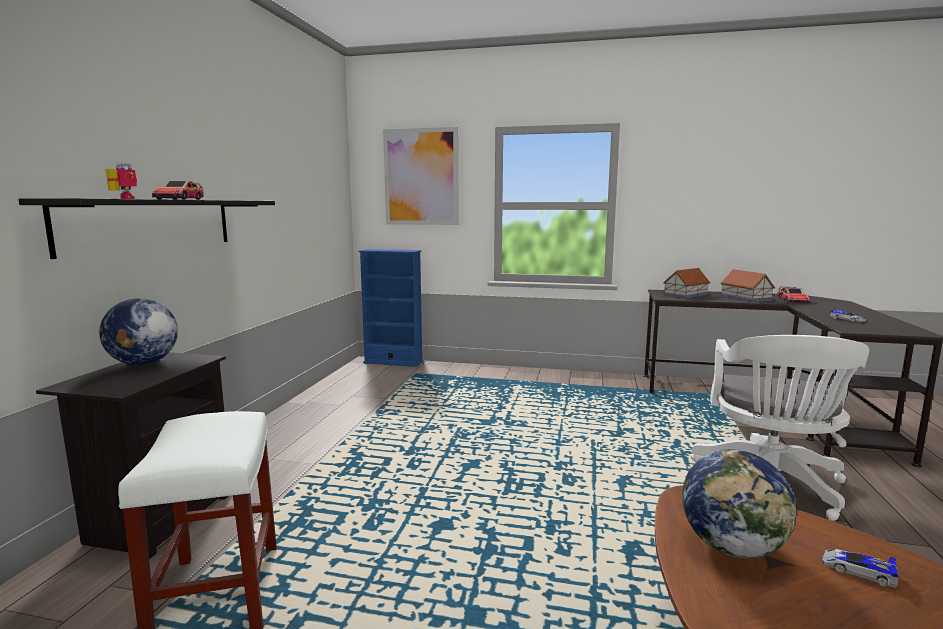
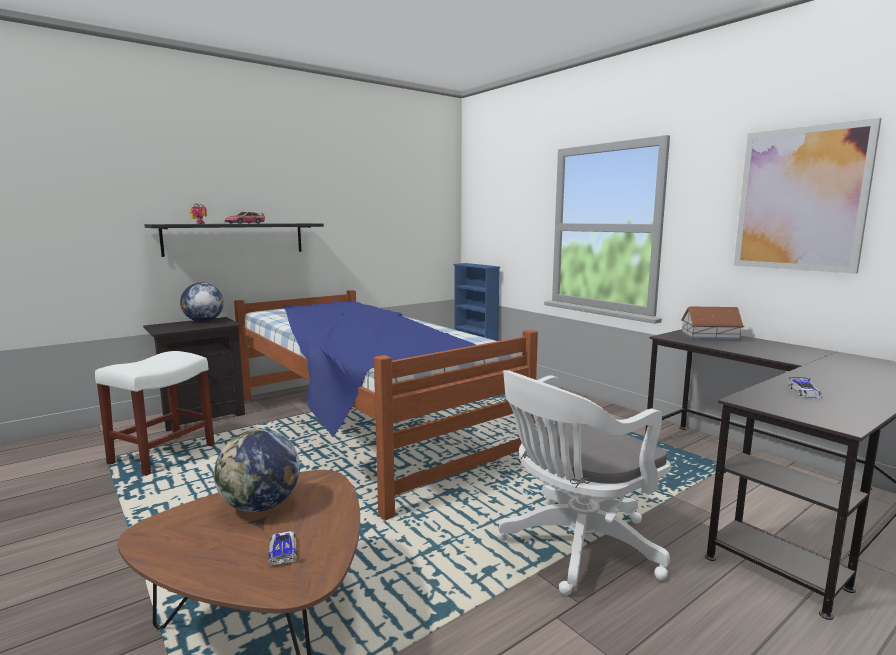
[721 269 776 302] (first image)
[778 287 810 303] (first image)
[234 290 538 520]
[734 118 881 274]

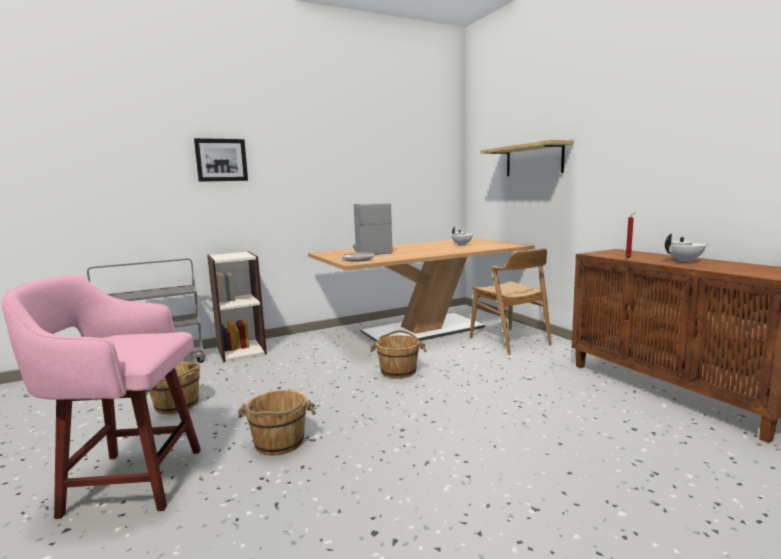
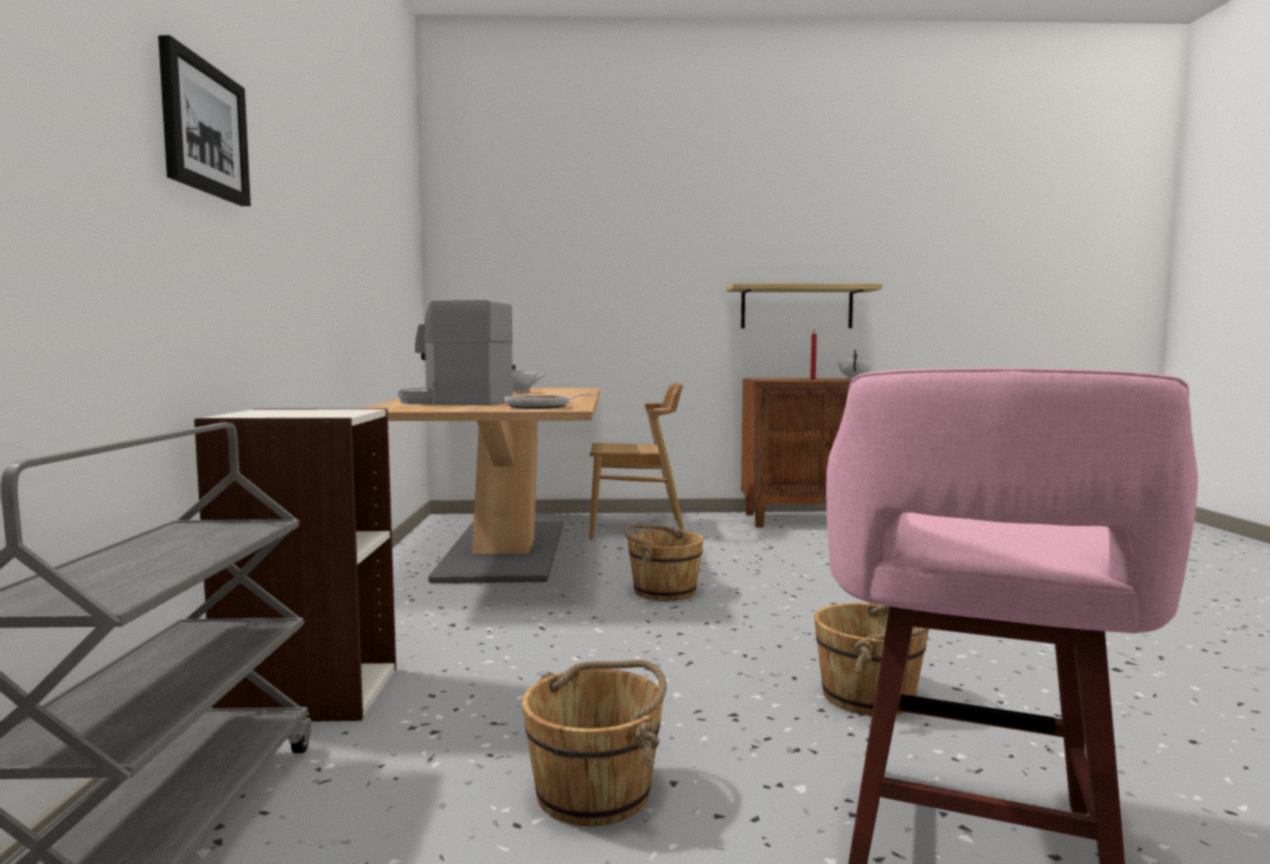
[726 283 883 328]

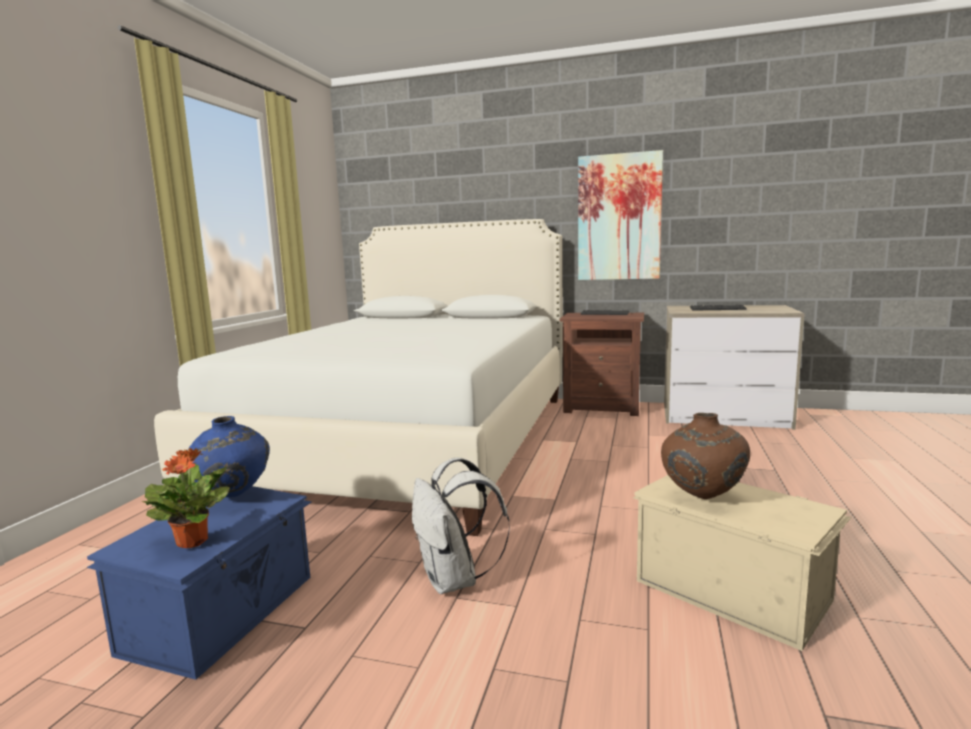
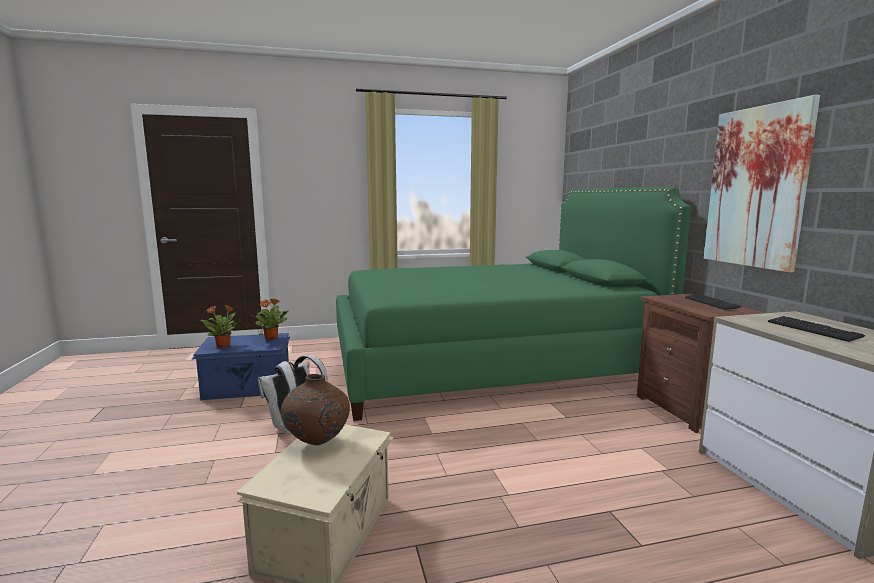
[252 298 289 340]
[336 187 691 421]

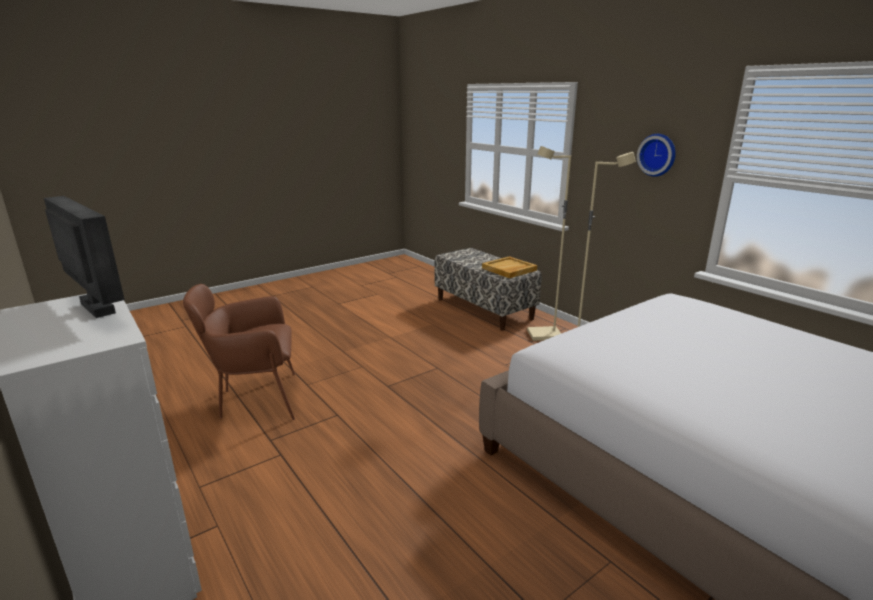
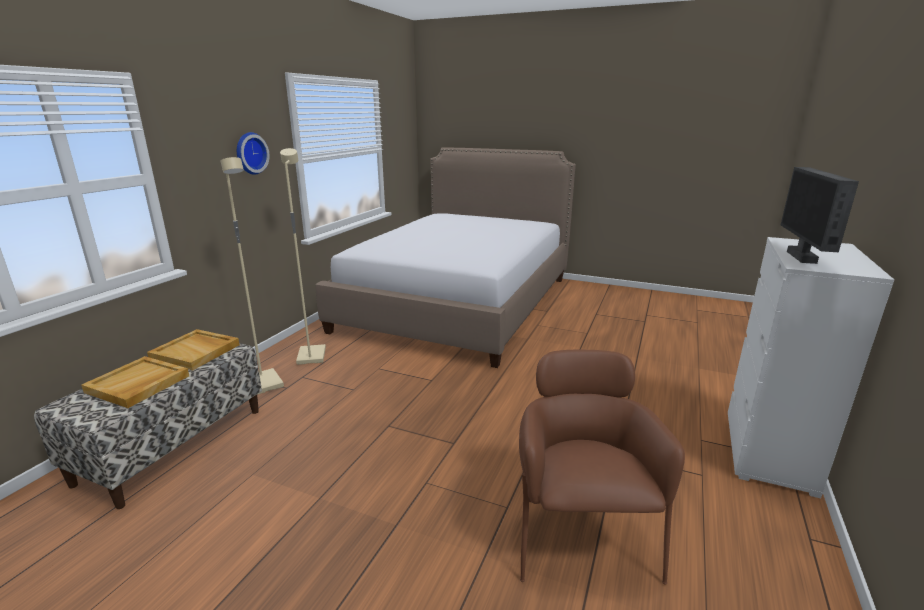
[81 356 189 408]
[519 350 685 585]

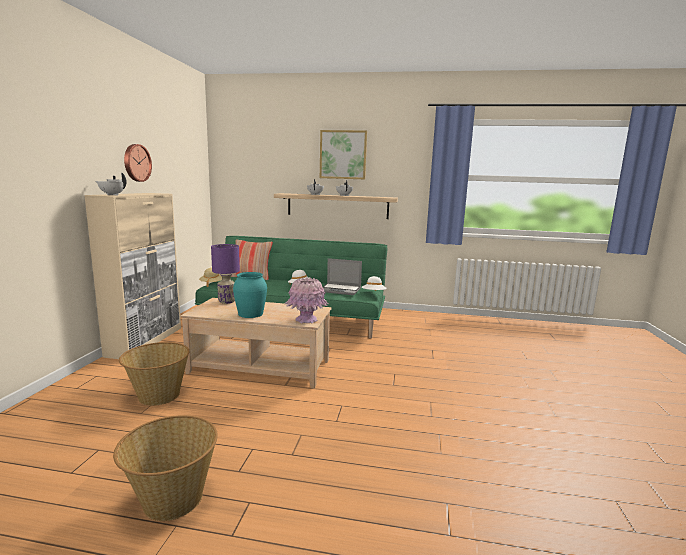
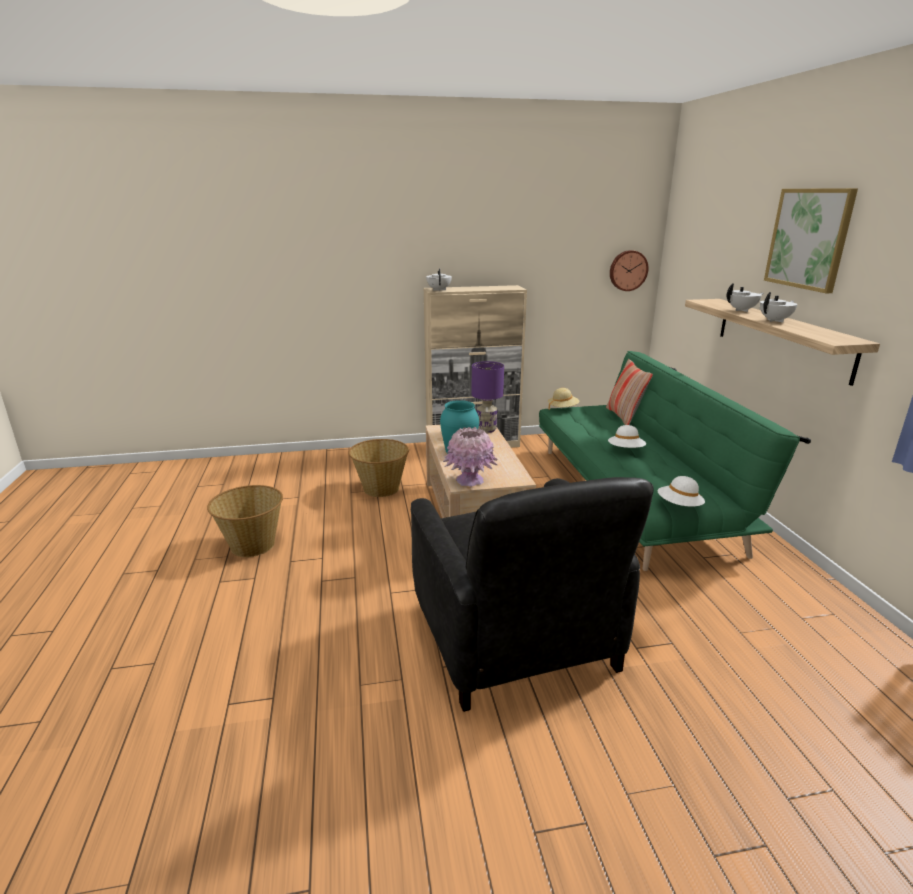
[323 258 362 295] (first image)
[411 477 654 712]
[610 250 648 291]

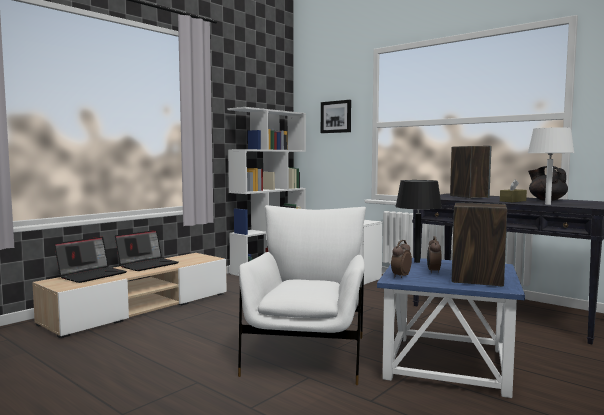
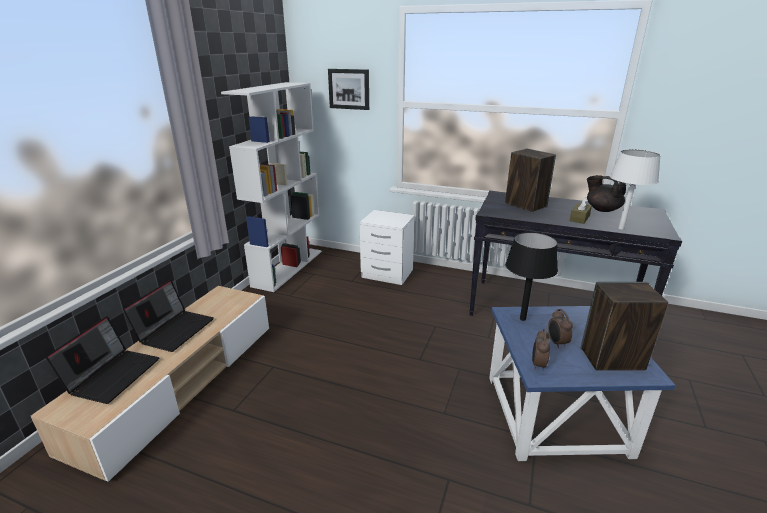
[238 205 366 385] (first image)

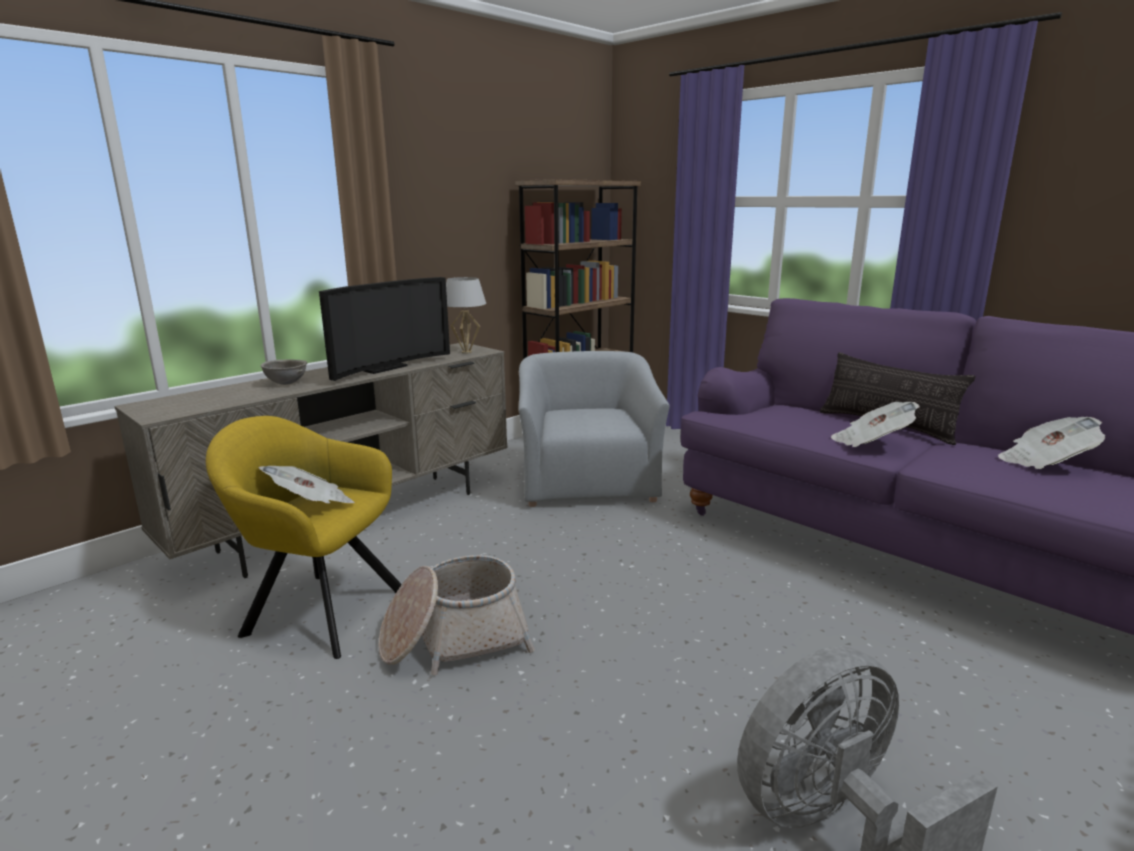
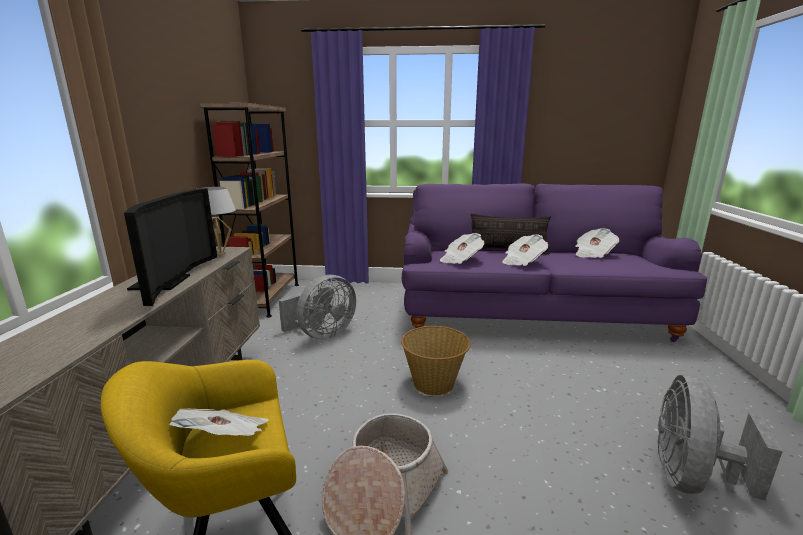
[261 359 307 385] (first image)
[401 326 471 396]
[440 233 484 264]
[279 275 356 340]

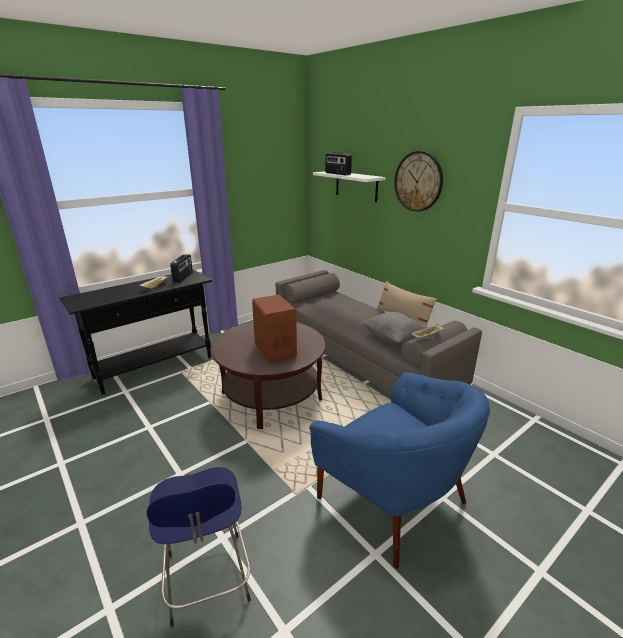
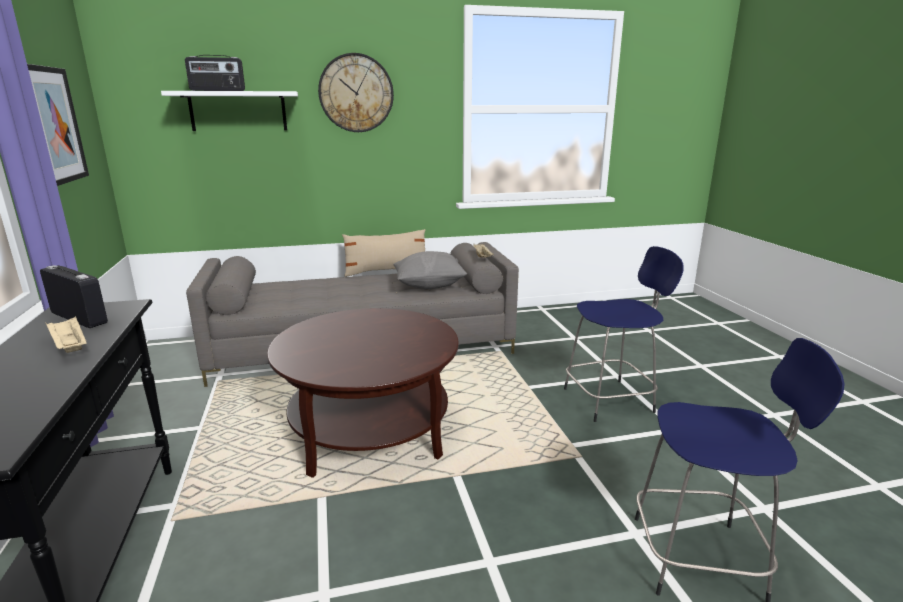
[252 295 297 363] (first image)
[27 64 89 186]
[564 246 684 422]

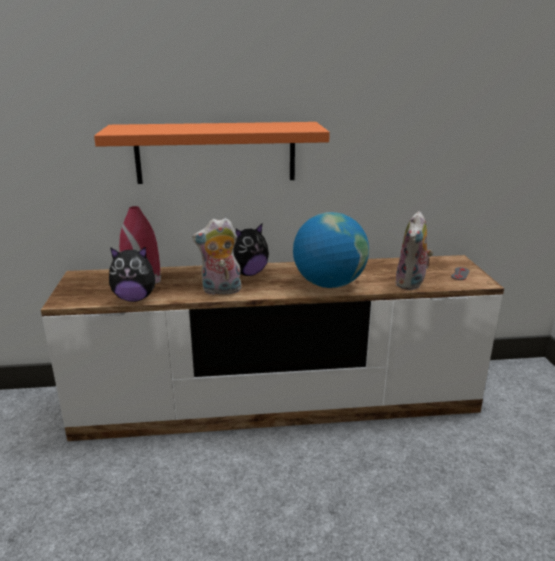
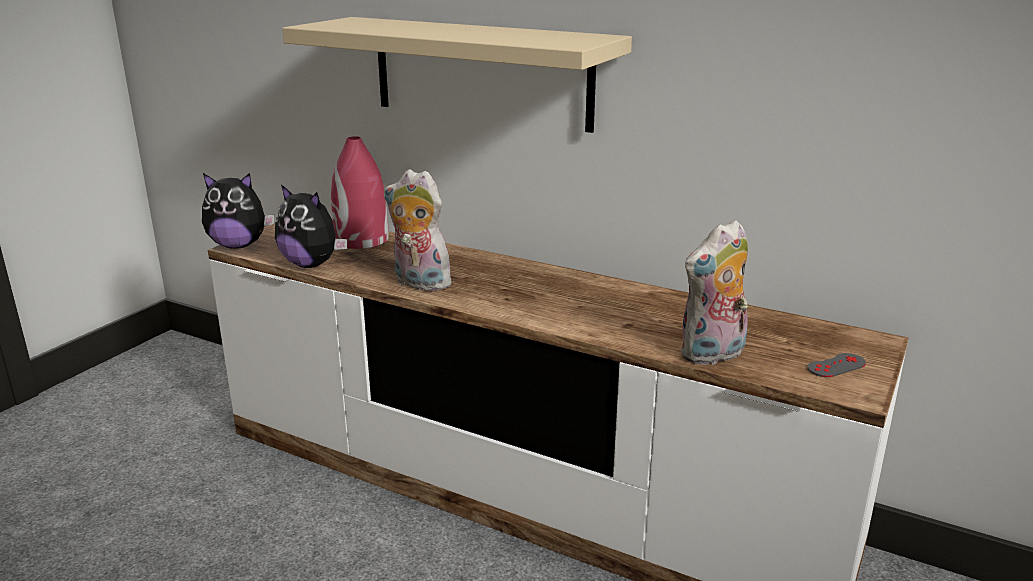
[293 212 369 288] (first image)
[202 173 274 249]
[282 17 632 133]

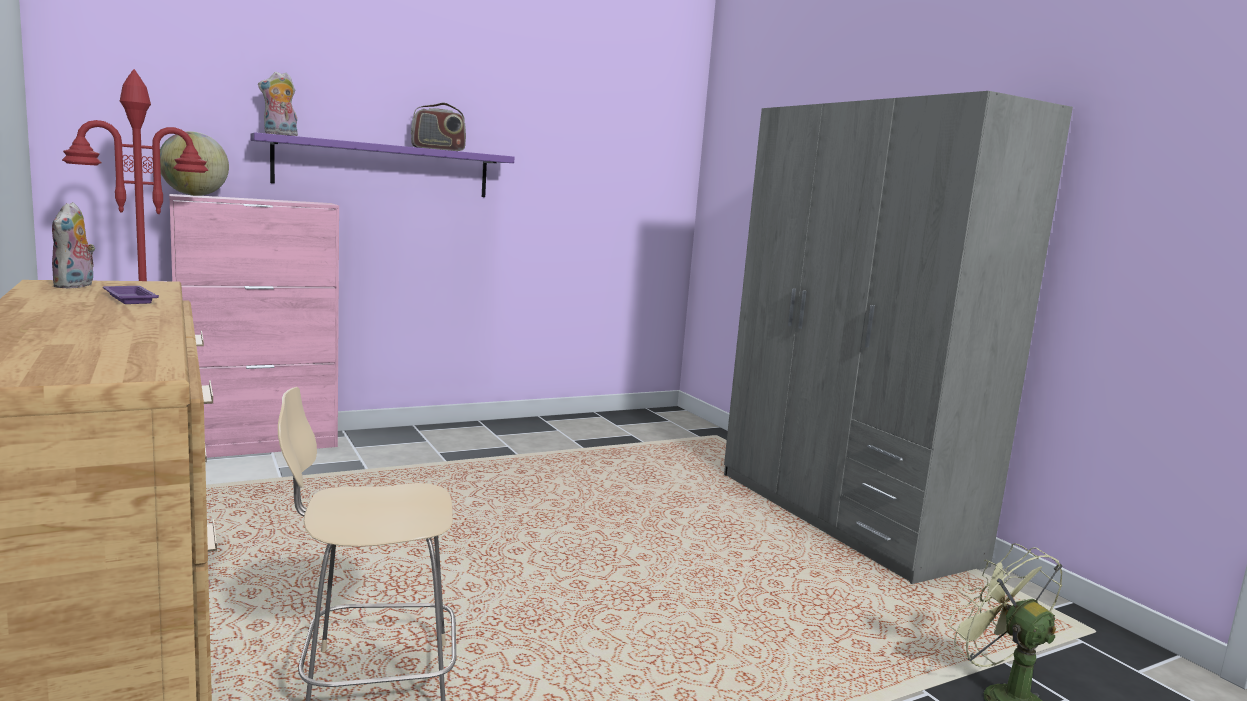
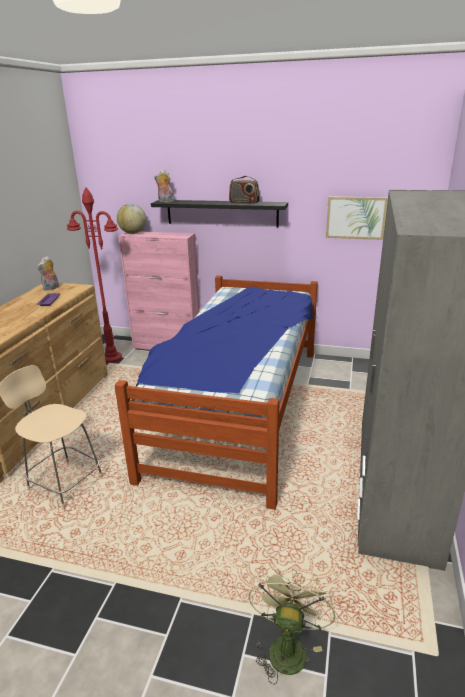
[114 276 317 510]
[326 196 388 240]
[151 200 288 227]

